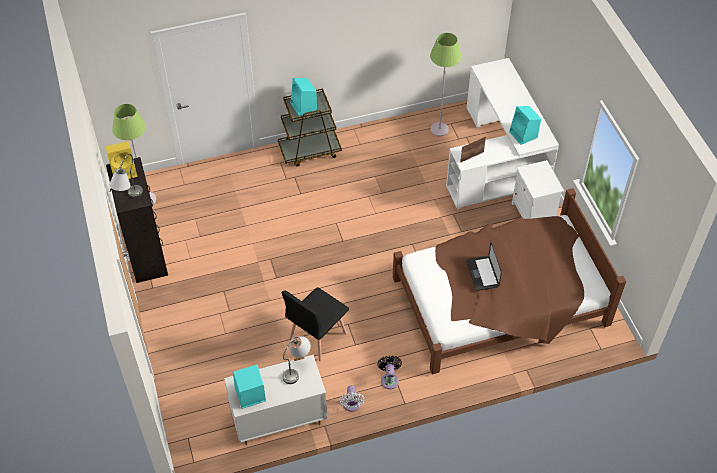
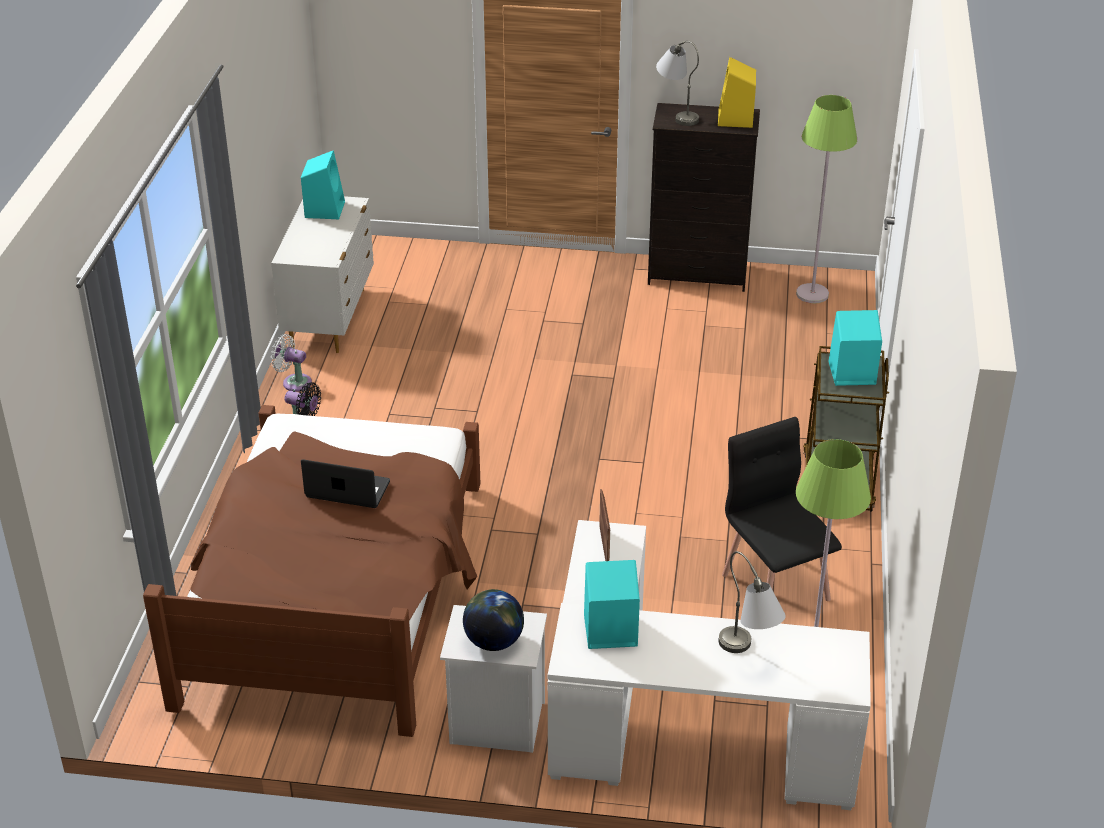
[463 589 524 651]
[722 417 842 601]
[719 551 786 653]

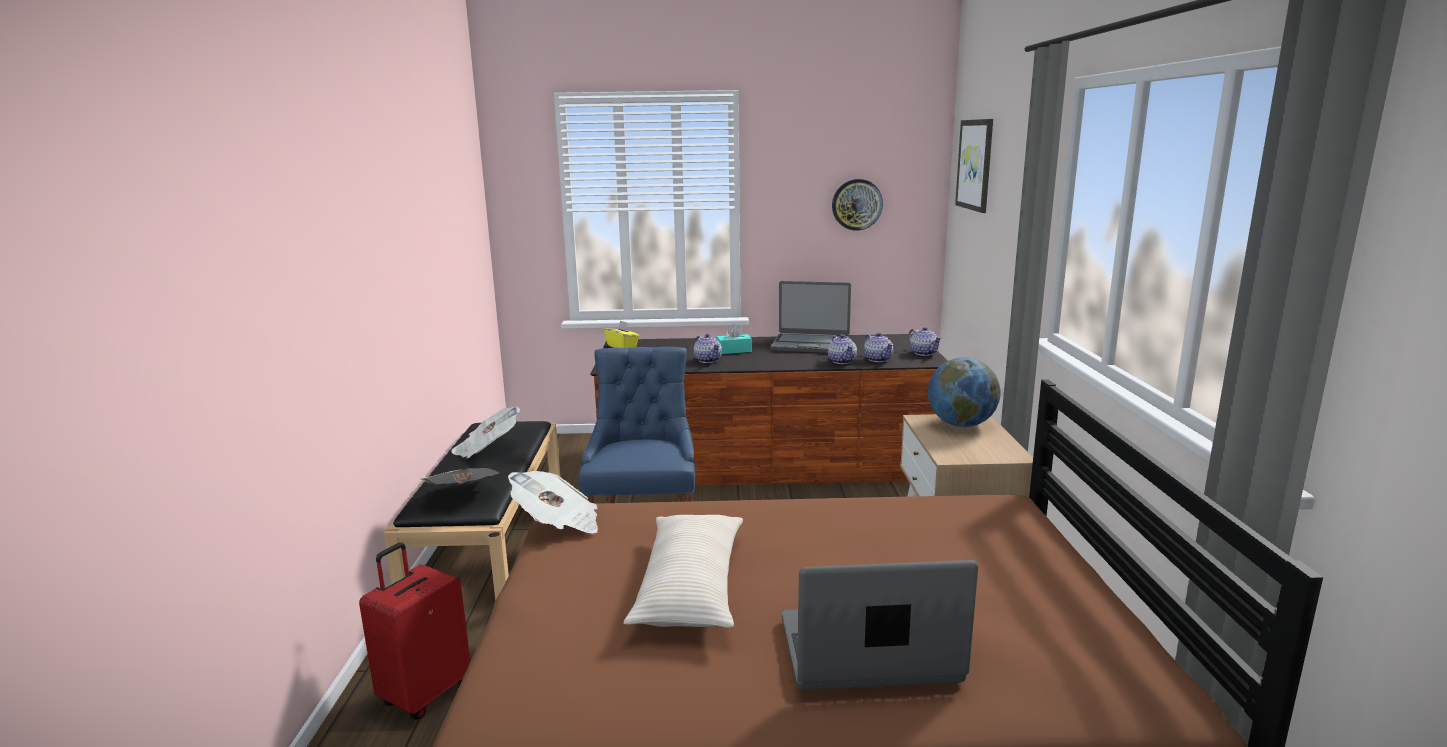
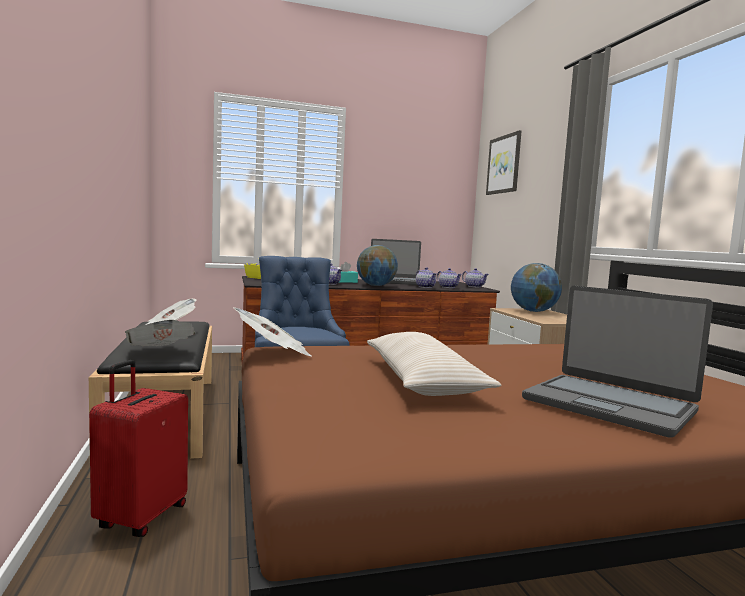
[832 179 883 231] (first image)
[357 245 398 286]
[522 286 713 438]

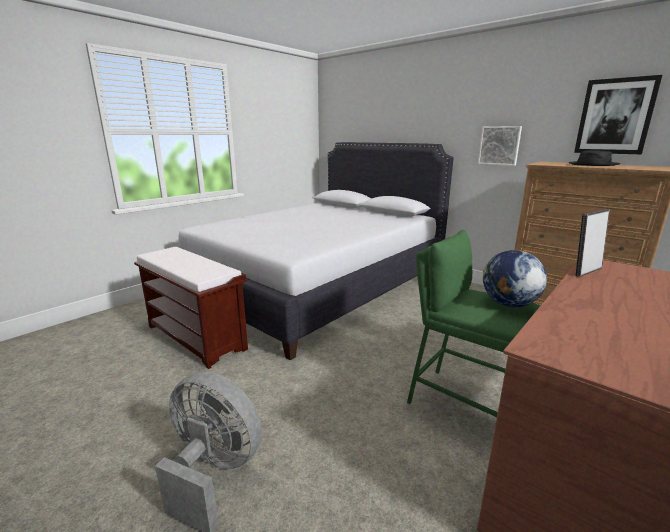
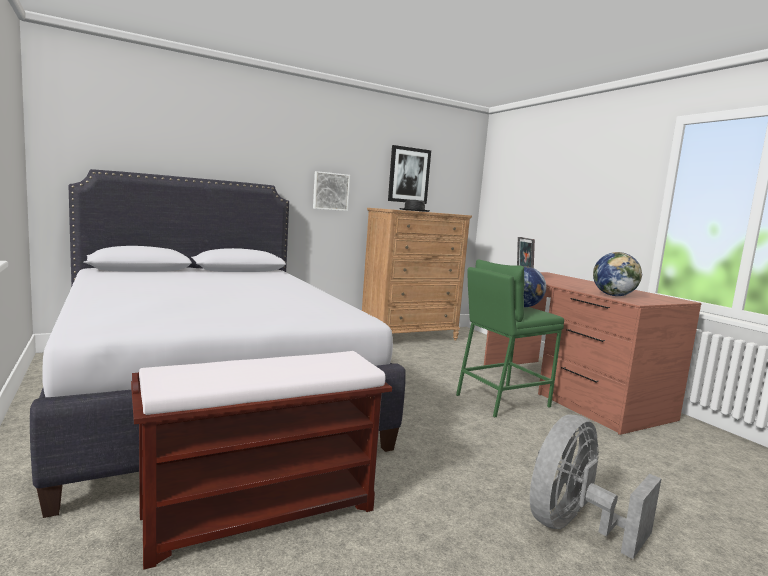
[593 252 642 296]

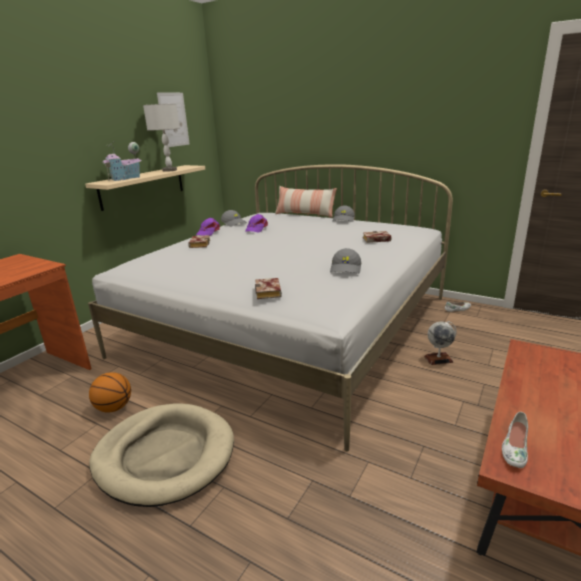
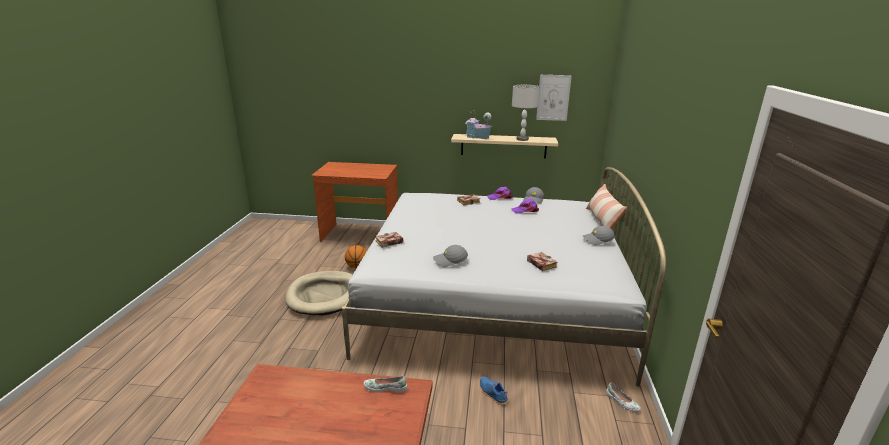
[363 376 407 393]
[480 376 508 405]

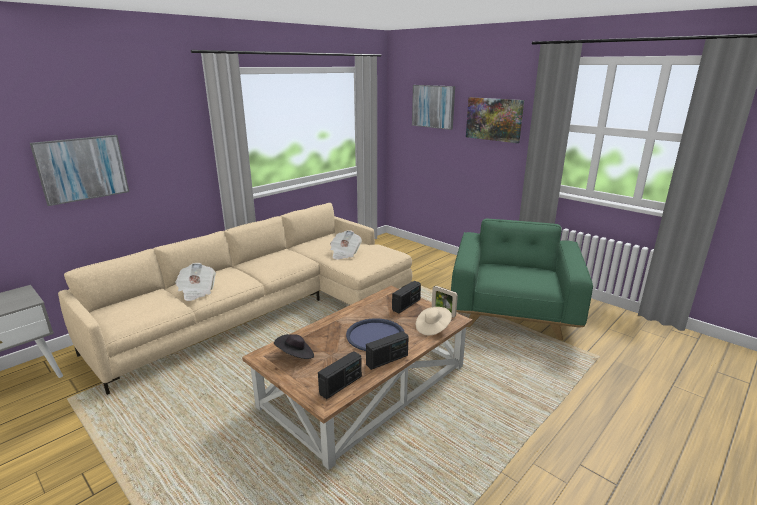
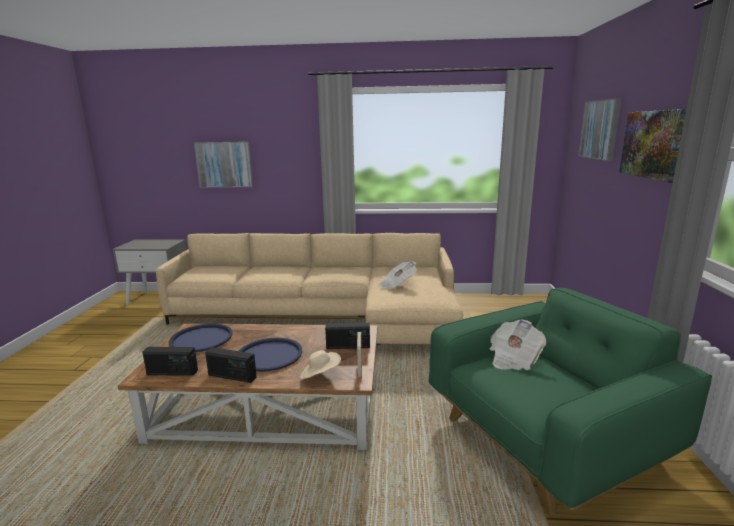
[490 320 547 370]
[169 323 233 352]

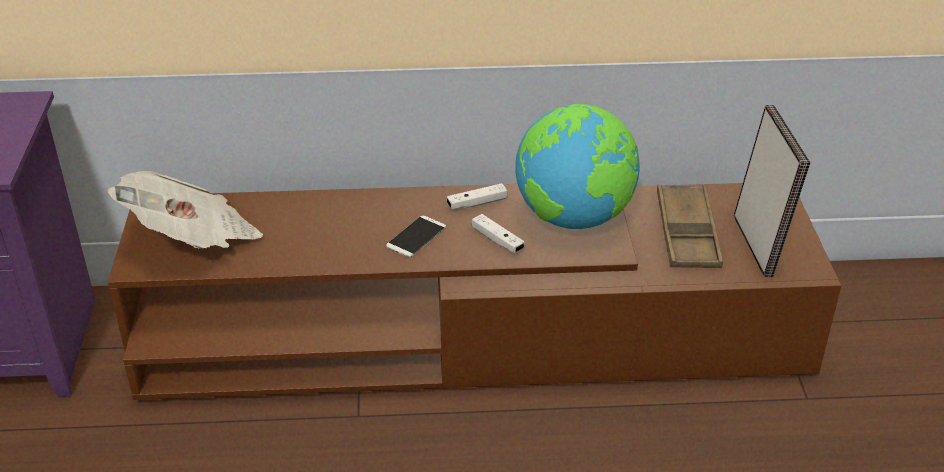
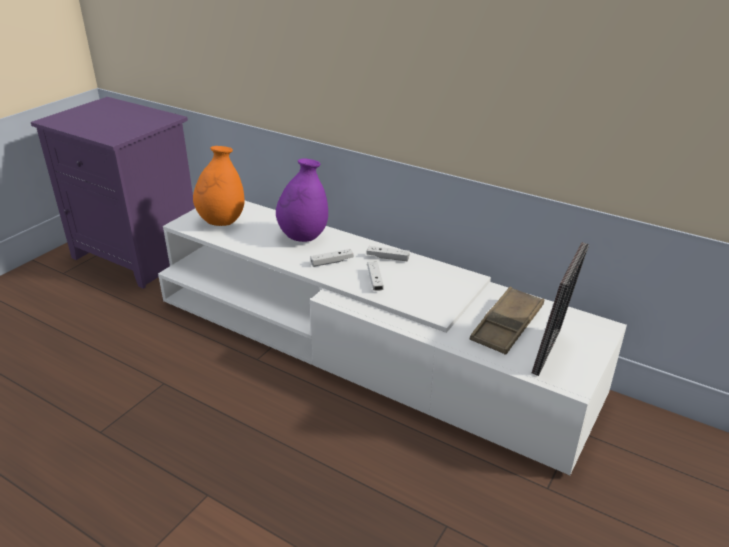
[515 104 640 229] (first image)
[276 158 328 242]
[193 146 245 226]
[310 249 353 267]
[158 201 627 475]

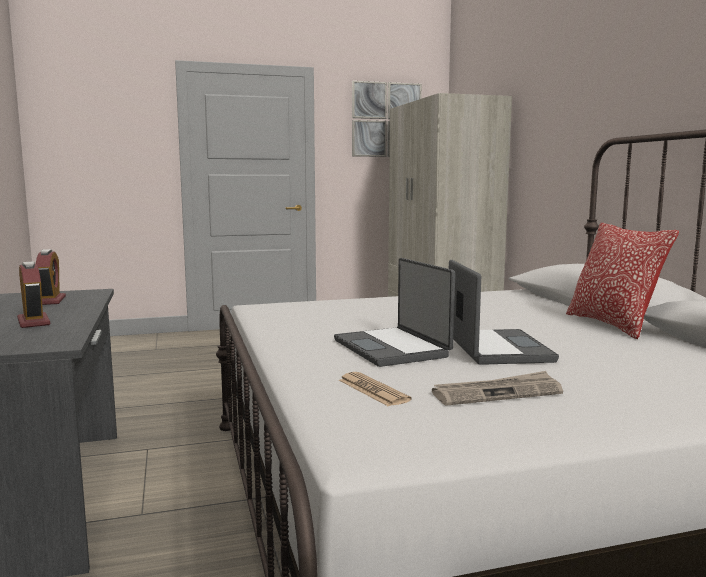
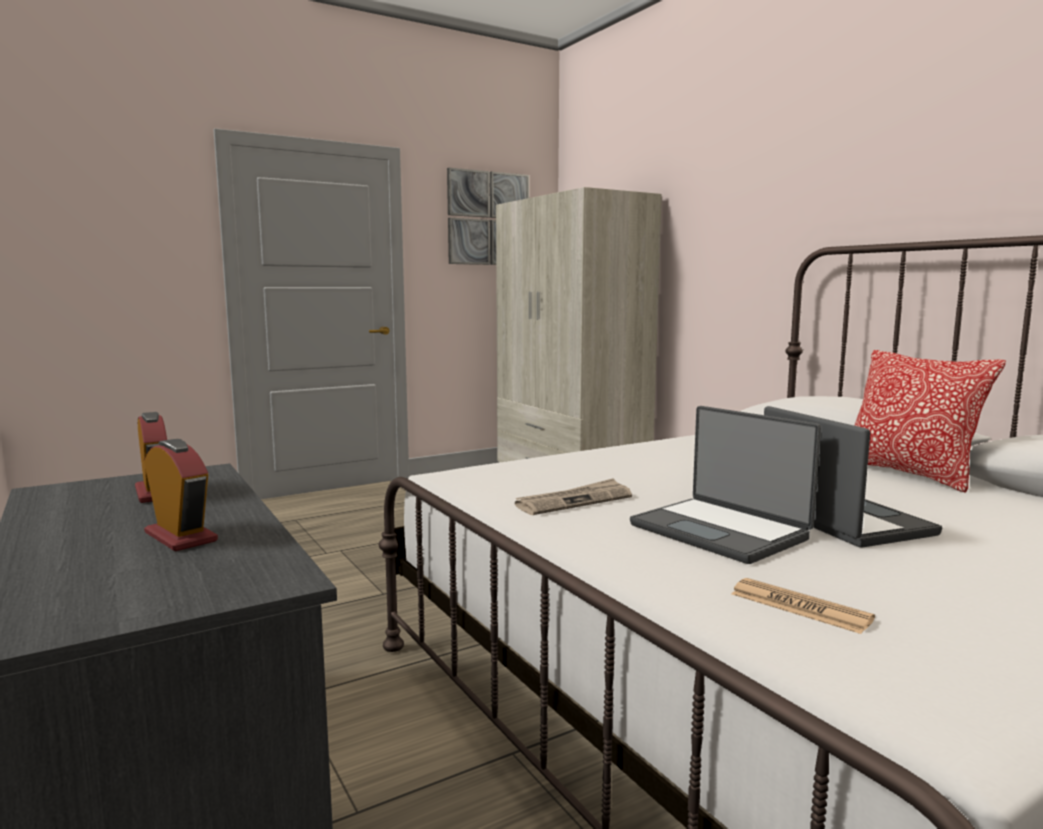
[515 478 632 515]

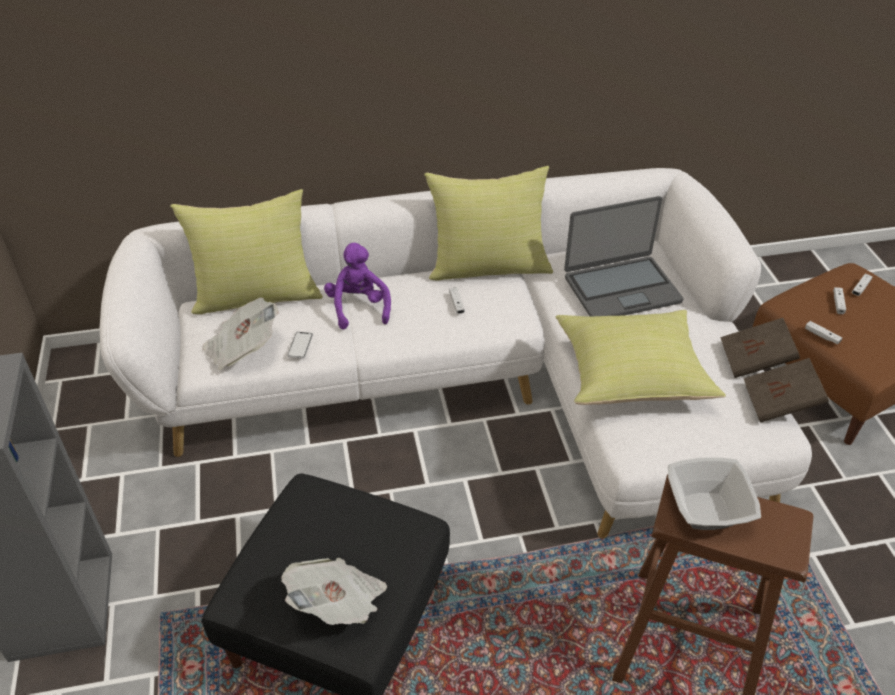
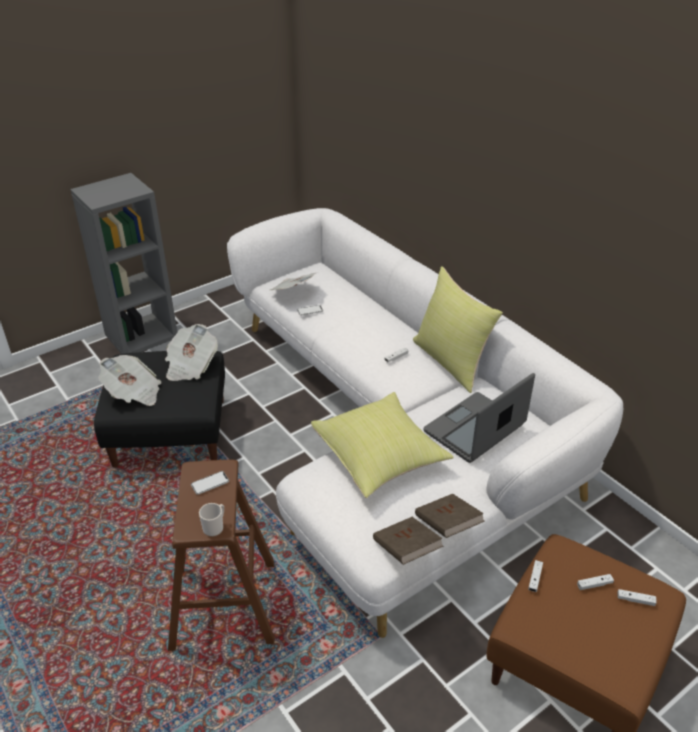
[170 189 323 314] (first image)
[324 243 391 330] (first image)
[165 324 218 381]
[199 503 224 537]
[191 471 229 495]
[424 373 535 463]

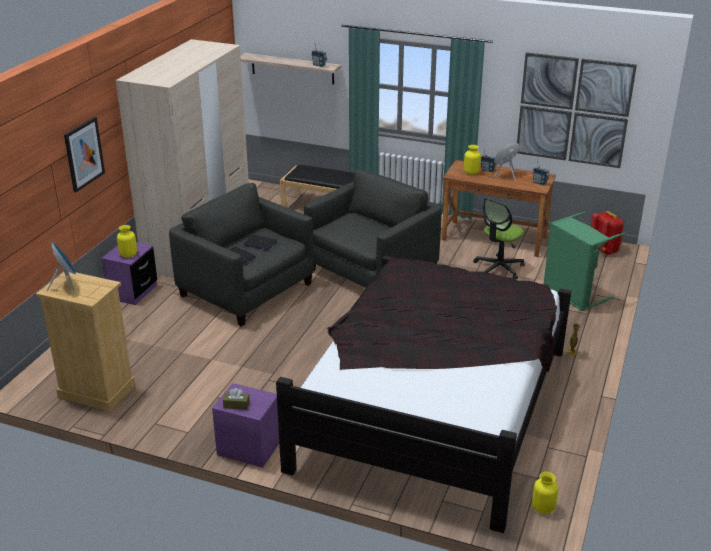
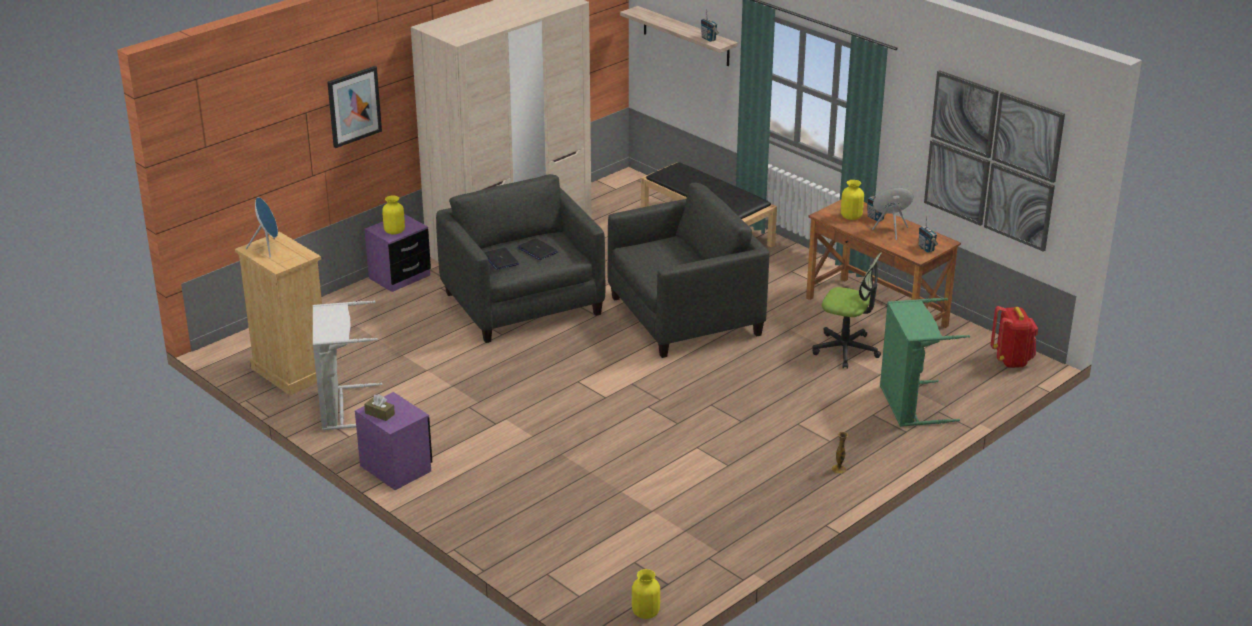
[276 256 571 533] (first image)
[313 301 382 430]
[812 252 882 369]

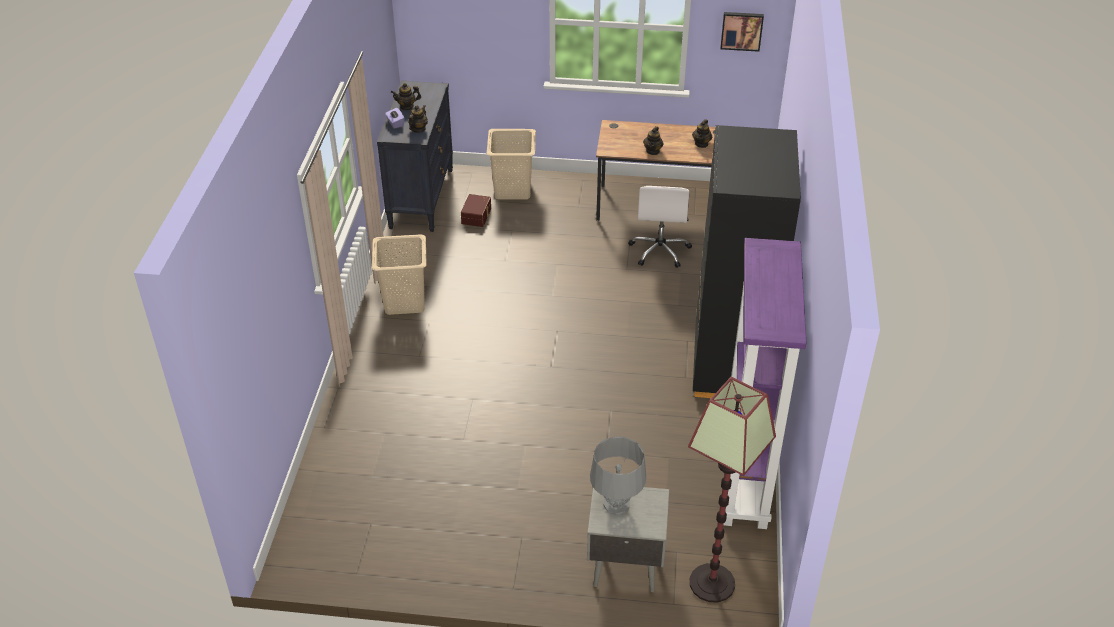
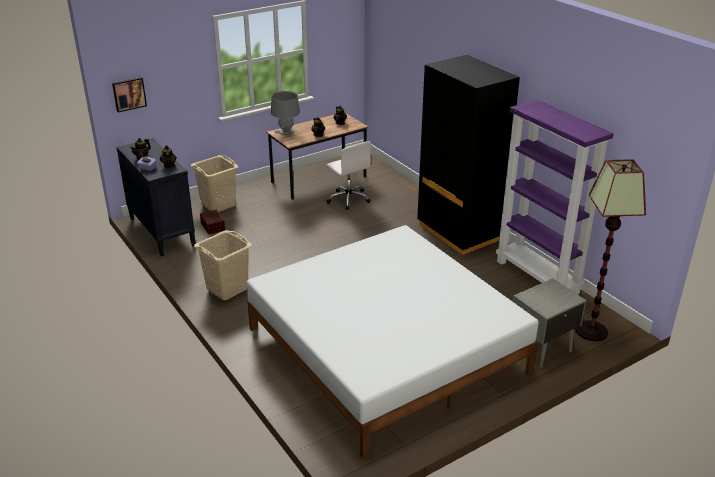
[246 225 539 459]
[271 91 300 135]
[112 77 147 112]

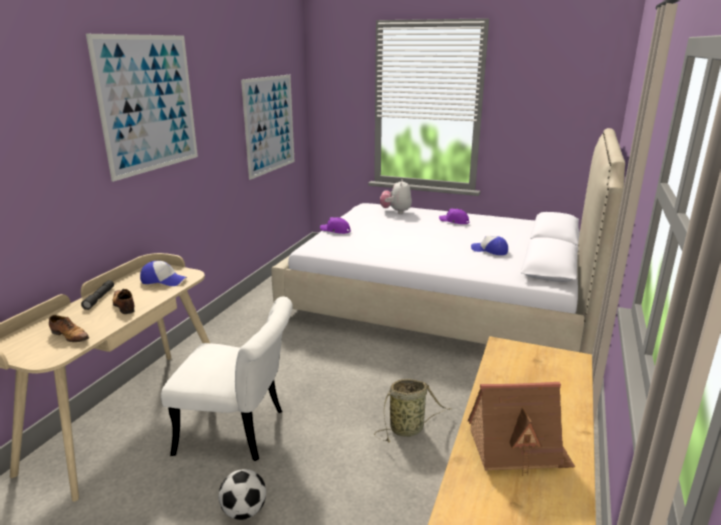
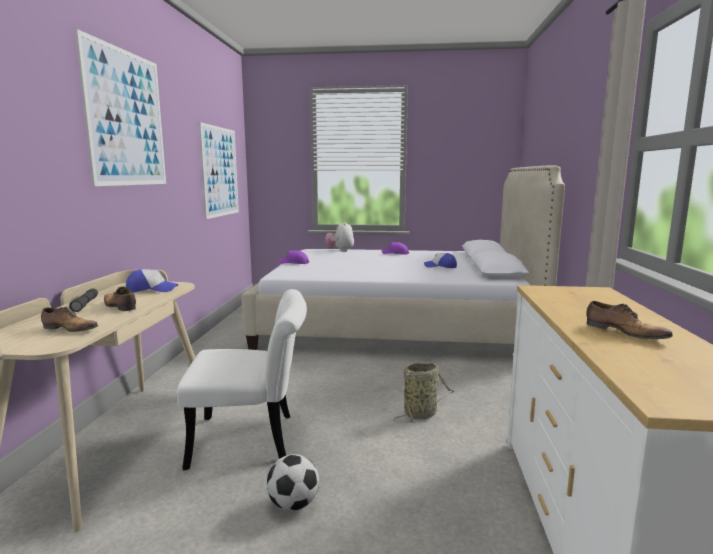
[586 301 673 339]

